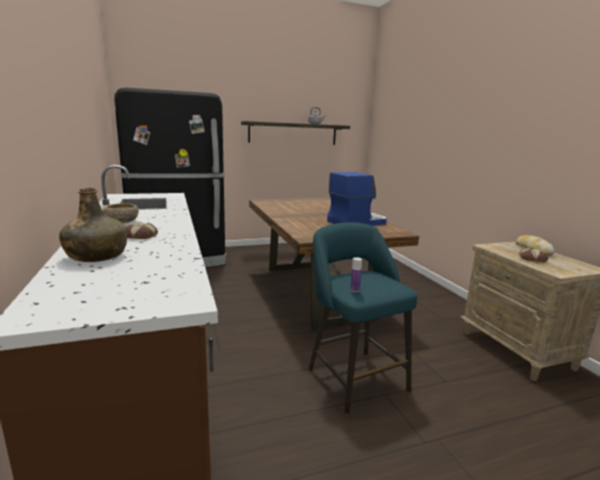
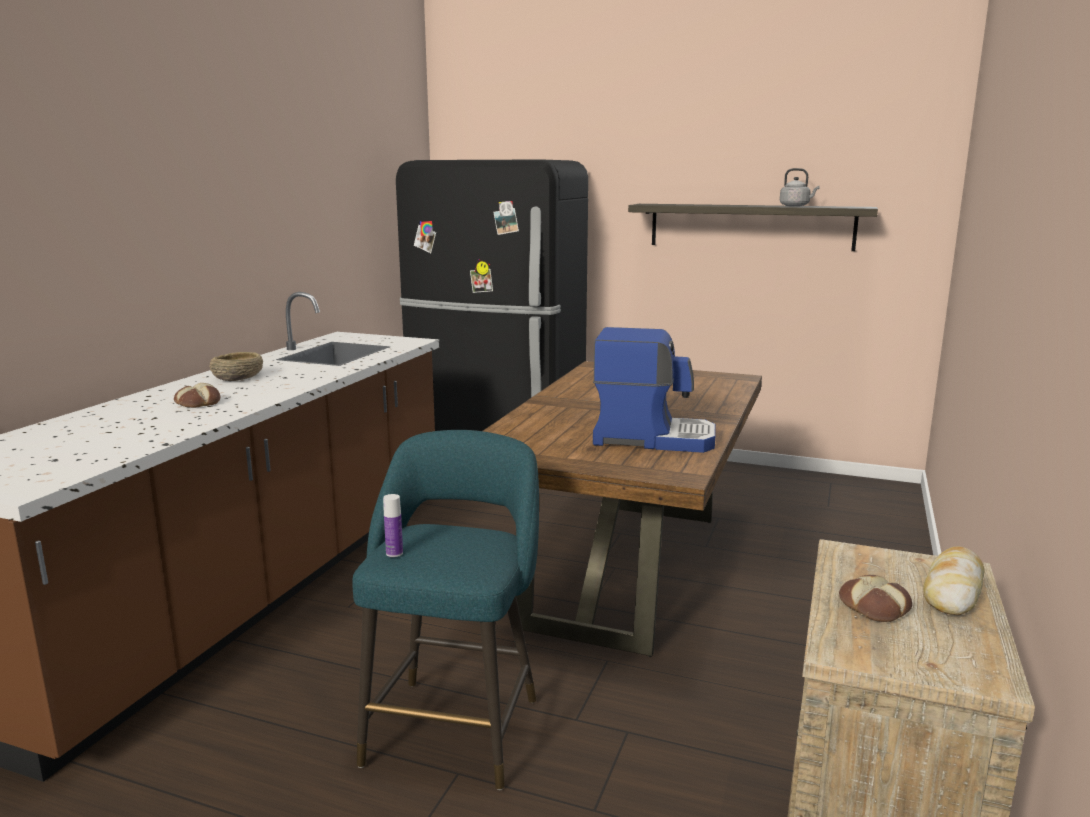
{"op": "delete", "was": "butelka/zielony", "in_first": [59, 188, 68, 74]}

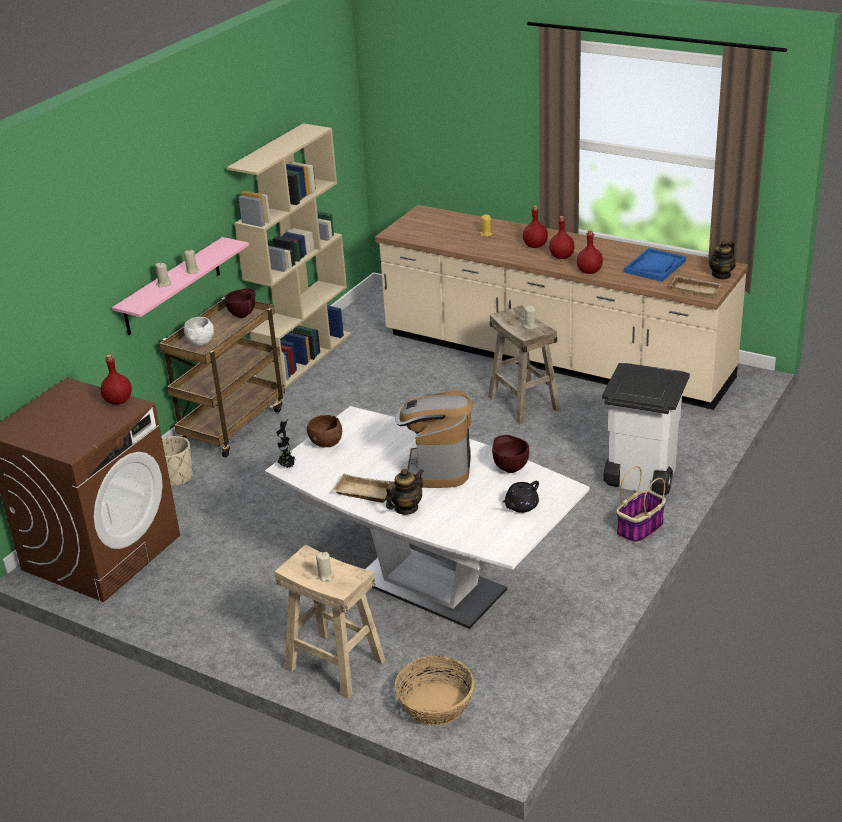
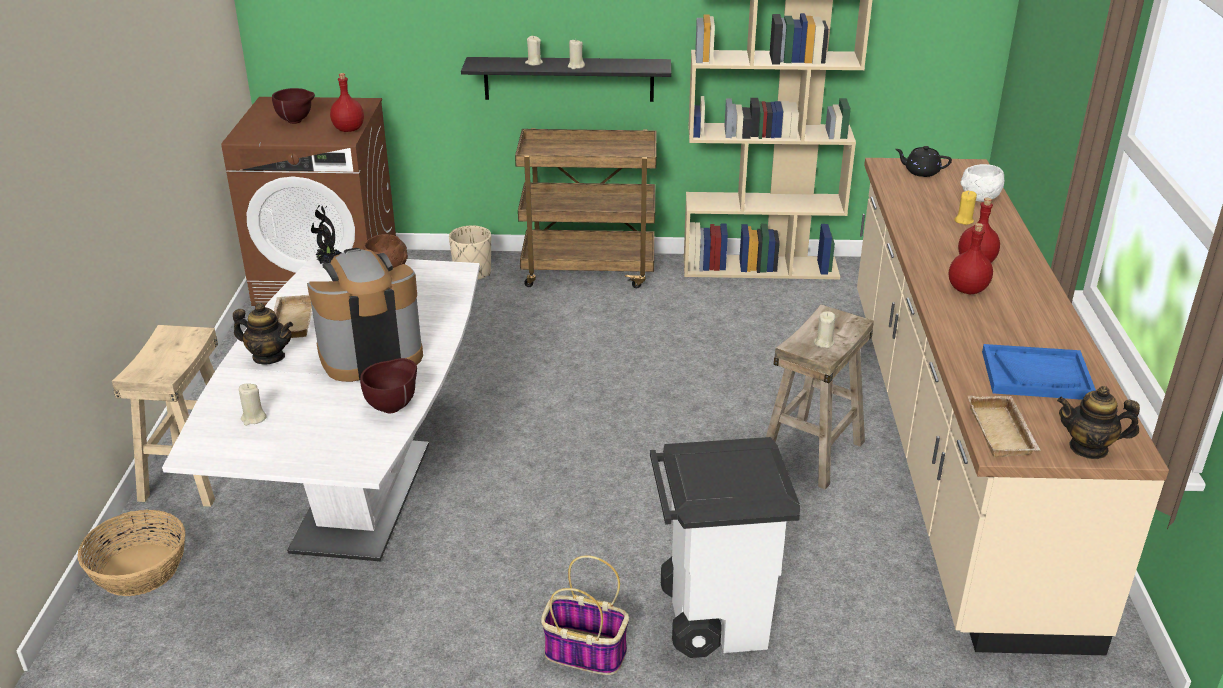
{"op": "delete", "was": "butelka/czerwony", "in_first": [577, 230, 26, 44]}
{"op": "move", "was": "miska/biały", "in_first": [184, 317, 30, 29], "in_second": [960, 164, 44, 38]}
{"op": "move", "was": "miska/brązowy", "in_first": [225, 288, 31, 30], "in_second": [272, 88, 43, 36]}
{"op": "move", "was": "świeca/beżowy", "in_first": [316, 552, 18, 30], "in_second": [239, 383, 28, 42]}
{"op": "move", "was": "imbryk/czarny", "in_first": [503, 481, 36, 32], "in_second": [895, 146, 57, 31]}
{"op": "recolor", "was": "półka/różowy", "now": "półka/czarny", "in_first": [112, 237, 137, 98], "in_second": [461, 57, 210, 45]}

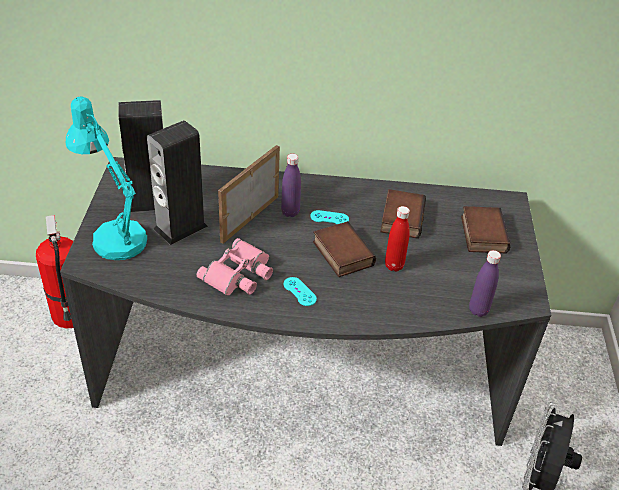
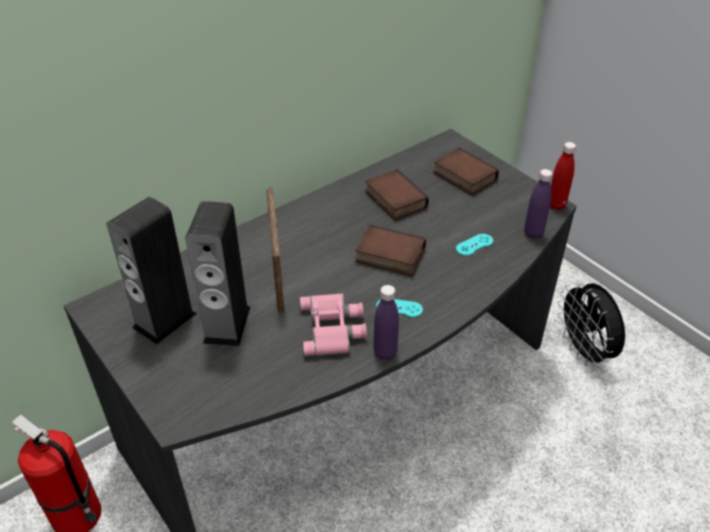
{"op": "delete", "was": "lampa stołowa/turkusowy", "in_first": [66, 96, 81, 164]}
{"op": "move", "was": "butelka/fioletowy", "in_first": [281, 154, 20, 63], "in_second": [374, 285, 25, 75]}
{"op": "move", "was": "pad do gier/turkusowy", "in_first": [310, 210, 39, 14], "in_second": [456, 234, 37, 22]}
{"op": "move", "was": "butelka/czerwony", "in_first": [385, 206, 25, 66], "in_second": [550, 142, 26, 68]}

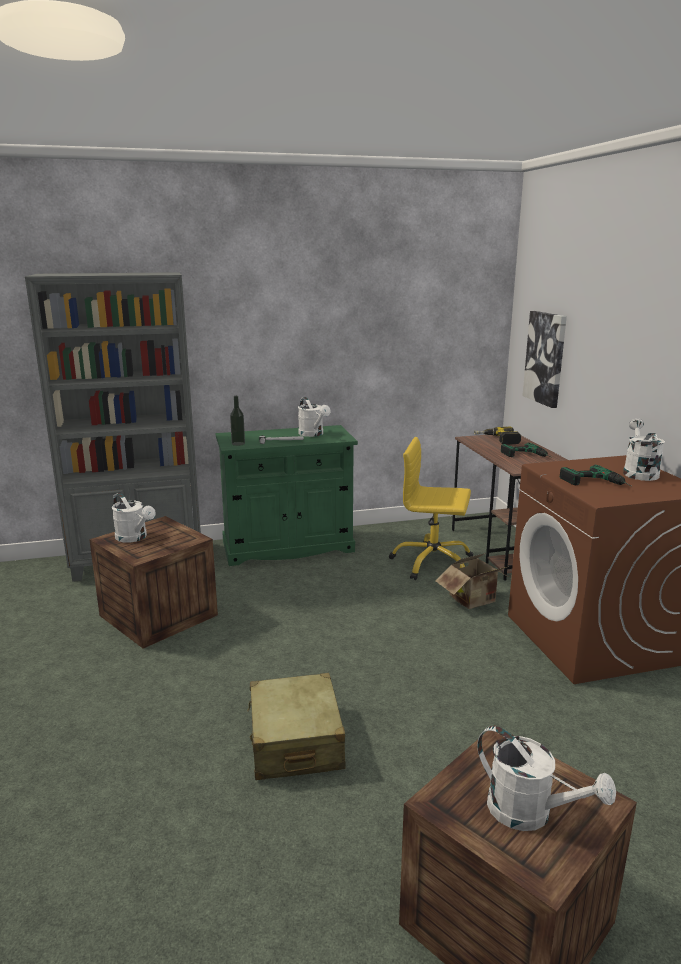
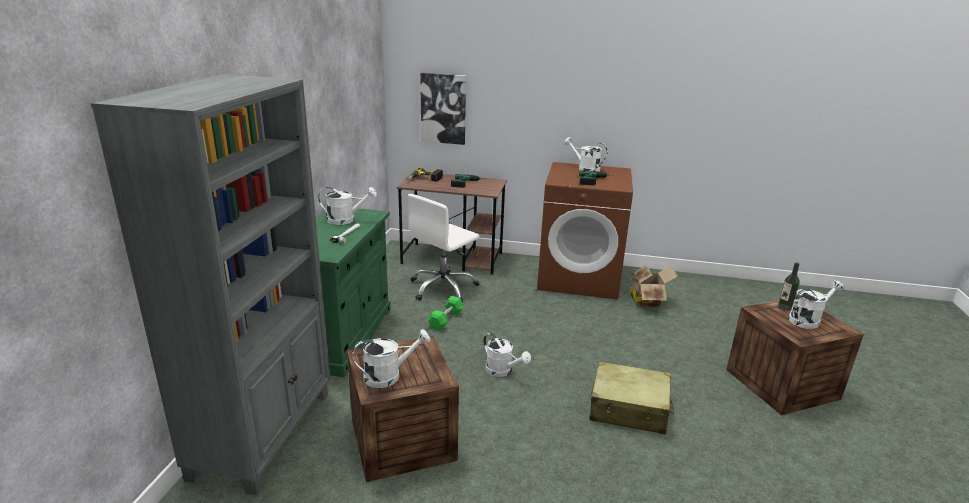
{"op": "insert", "now": "hantel/zielony", "in_second": [427, 296, 37, 34]}
{"op": "insert", "now": "konewka/biały", "in_second": [483, 333, 48, 44]}
{"op": "move", "was": "butelka", "in_first": [230, 396, 15, 50], "in_second": [778, 262, 22, 49]}
{"op": "move", "was": "karton", "in_first": [435, 553, 75, 56], "in_second": [630, 265, 48, 43]}
{"op": "recolor", "was": "krzesło biurowe/żółty", "now": "krzesło biurowe/biały", "in_first": [389, 437, 84, 143], "in_second": [408, 194, 72, 108]}

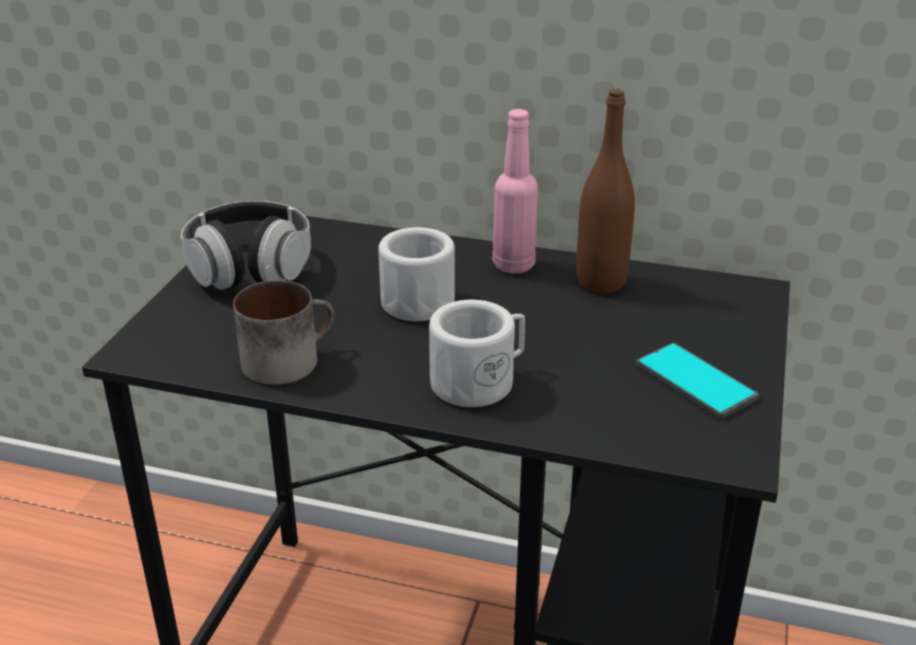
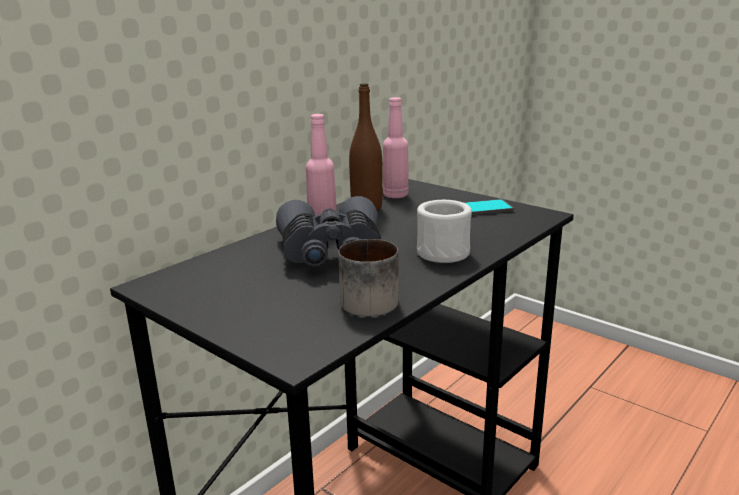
{"op": "delete", "was": "słuchawki", "in_first": [181, 201, 130, 89]}
{"op": "insert", "now": "butelka/różowy", "in_second": [383, 97, 26, 101]}
{"op": "replace", "was": "kubek/biały", "now": "lornetka/szary", "in_first": [378, 227, 77, 94], "in_second": [276, 196, 105, 70]}

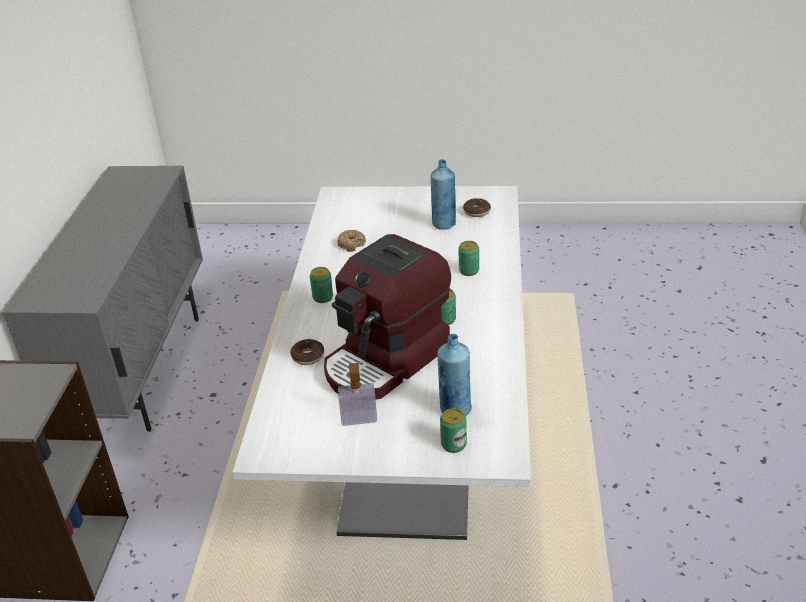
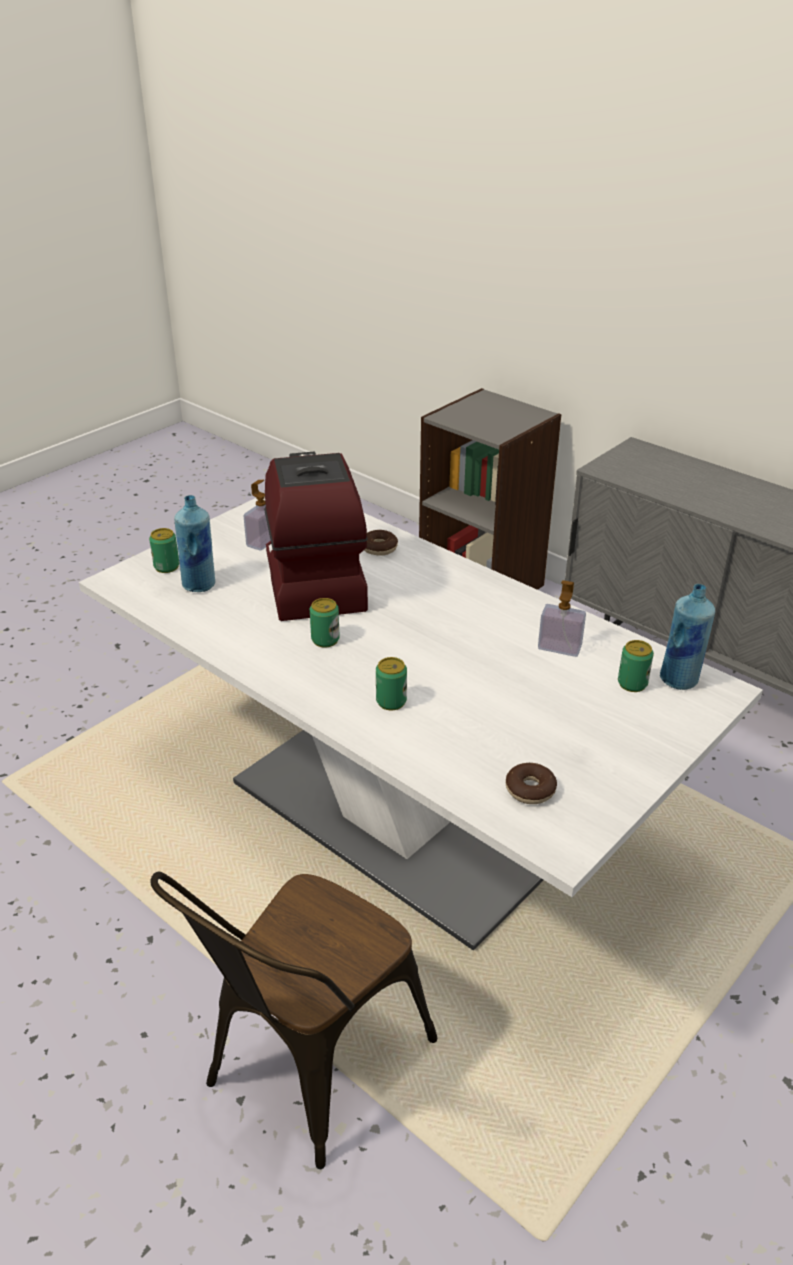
{"op": "insert", "now": "krzesło/brązowy", "in_second": [150, 871, 287, 298]}
{"op": "move", "was": "puszka", "in_first": [310, 267, 23, 36], "in_second": [618, 640, 36, 52]}
{"op": "move", "was": "butelka/niebieski", "in_first": [431, 159, 25, 71], "in_second": [660, 584, 55, 106]}
{"op": "replace", "was": "donut", "now": "dozownik mydła", "in_first": [337, 230, 29, 22], "in_second": [538, 580, 48, 77]}

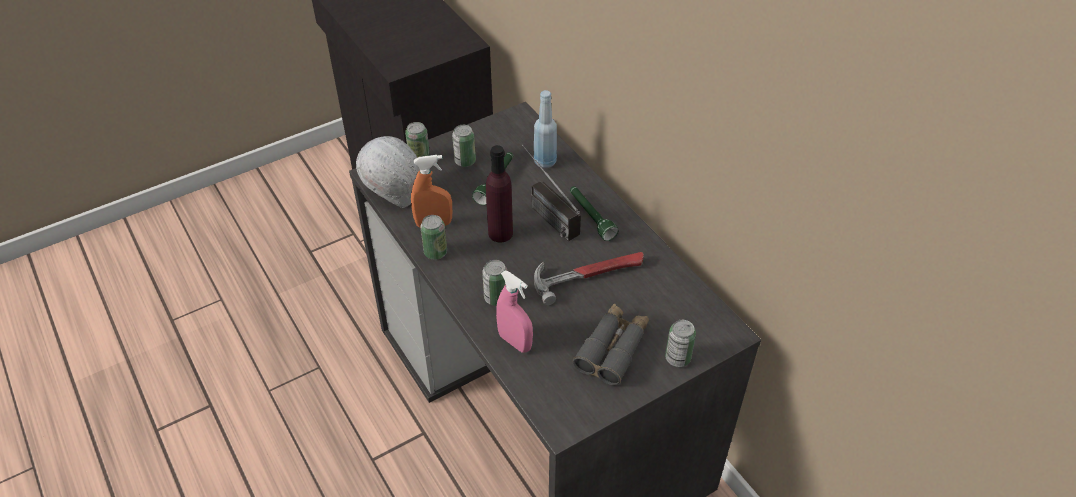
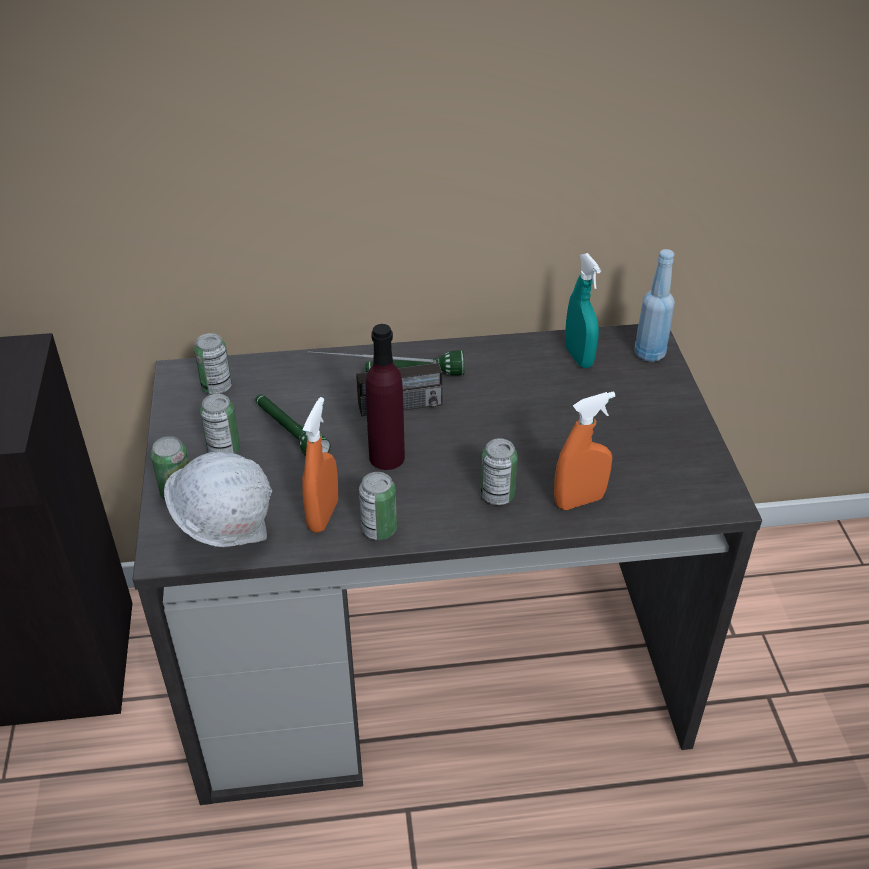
{"op": "delete", "was": "młotek", "in_first": [534, 252, 110, 53]}
{"op": "delete", "was": "lornetka/szary", "in_first": [572, 303, 77, 83]}
{"op": "insert", "now": "spryskiwacz/turkusowy", "in_second": [565, 253, 36, 115]}
{"op": "move", "was": "butelka/niebieski", "in_first": [534, 90, 23, 78], "in_second": [635, 249, 40, 113]}
{"op": "move", "was": "puszka", "in_first": [665, 320, 31, 47], "in_second": [194, 333, 38, 61]}
{"op": "recolor", "was": "spryskiwacz/różowy", "now": "spryskiwacz/pomarańczowy", "in_first": [496, 271, 37, 82], "in_second": [554, 391, 61, 119]}

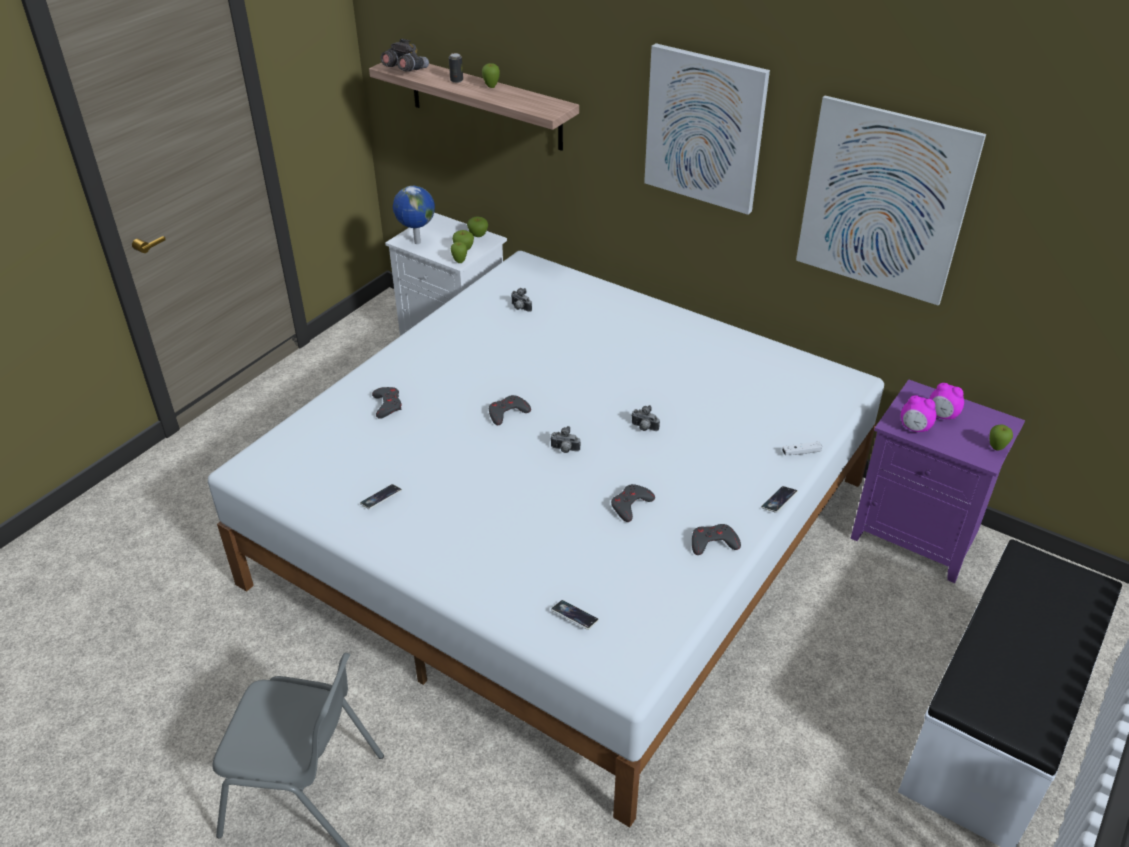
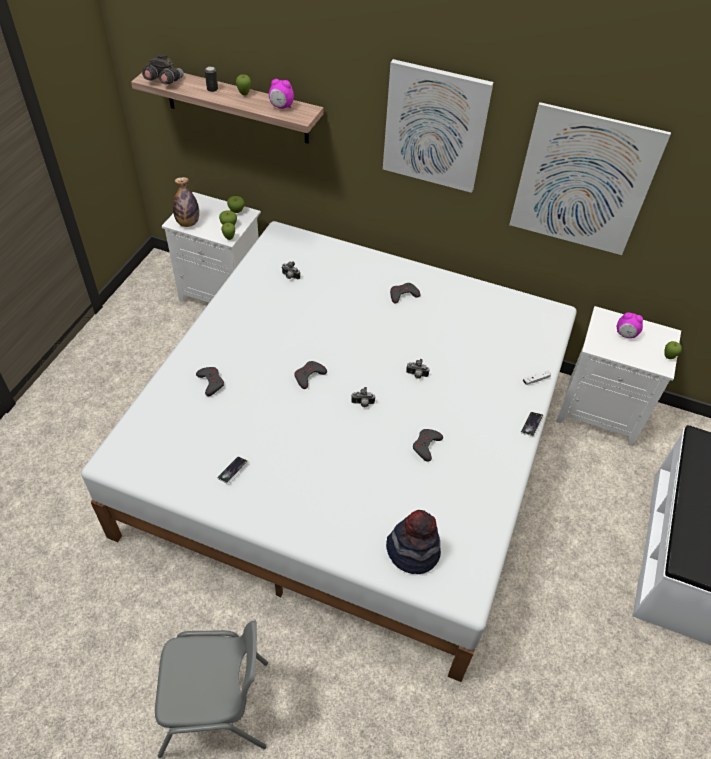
{"op": "move", "was": "pad do gier/szary", "in_first": [692, 524, 49, 31], "in_second": [390, 283, 30, 20]}
{"op": "move", "was": "budzik", "in_first": [901, 395, 35, 37], "in_second": [269, 79, 25, 30]}
{"op": "replace", "was": "globus", "now": "butelka", "in_first": [393, 186, 42, 58], "in_second": [173, 177, 26, 50]}
{"op": "replace", "was": "telefon", "now": "kapelusz", "in_first": [551, 600, 48, 30], "in_second": [386, 510, 55, 64]}
{"op": "recolor", "was": "szafka nocna/fioletowy", "now": "szafka nocna/biały", "in_first": [851, 379, 174, 204], "in_second": [556, 306, 125, 140]}

